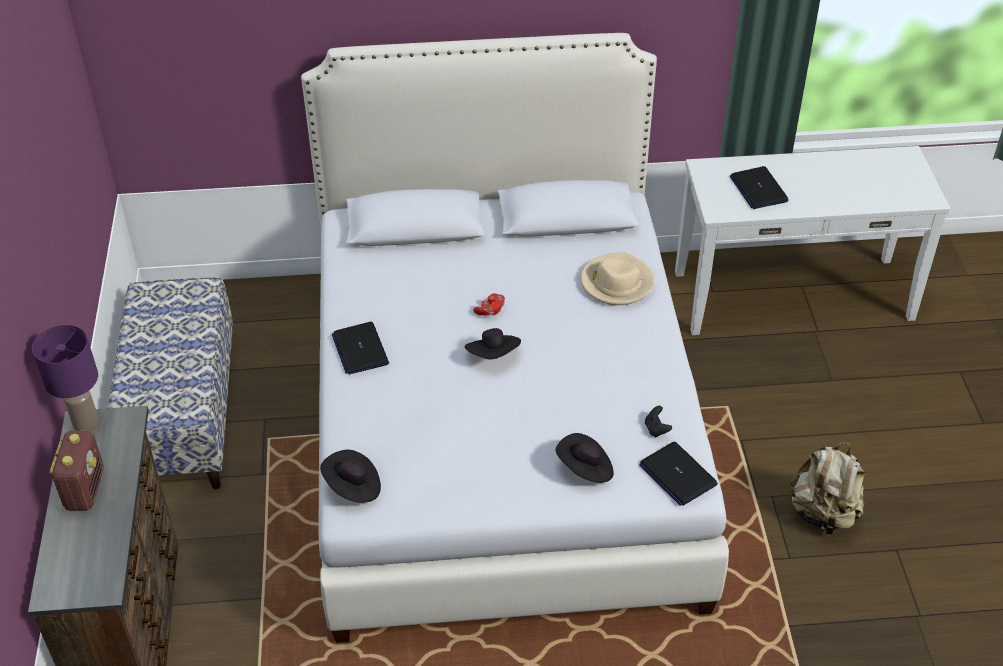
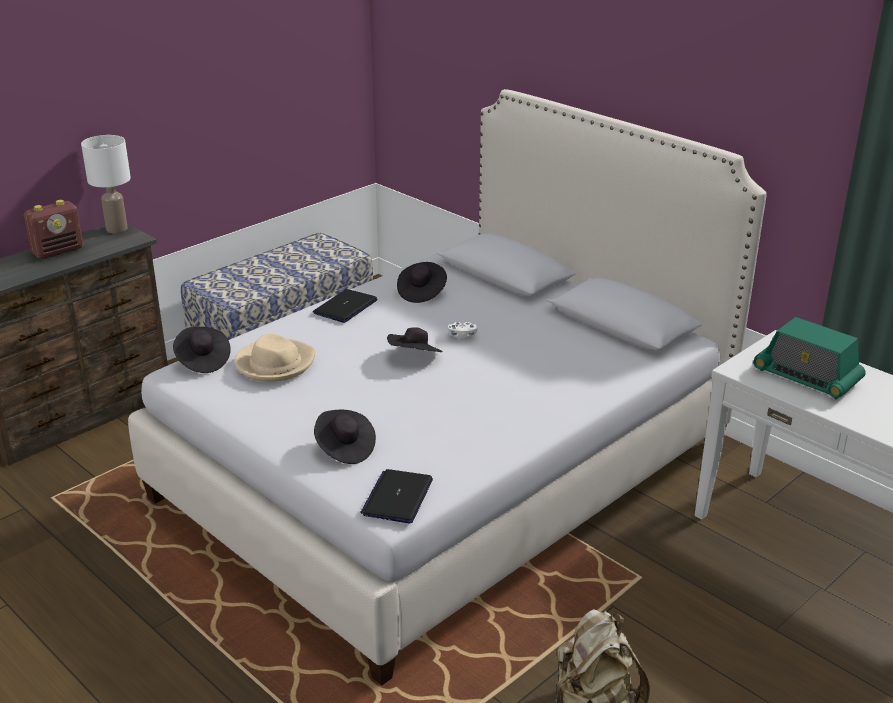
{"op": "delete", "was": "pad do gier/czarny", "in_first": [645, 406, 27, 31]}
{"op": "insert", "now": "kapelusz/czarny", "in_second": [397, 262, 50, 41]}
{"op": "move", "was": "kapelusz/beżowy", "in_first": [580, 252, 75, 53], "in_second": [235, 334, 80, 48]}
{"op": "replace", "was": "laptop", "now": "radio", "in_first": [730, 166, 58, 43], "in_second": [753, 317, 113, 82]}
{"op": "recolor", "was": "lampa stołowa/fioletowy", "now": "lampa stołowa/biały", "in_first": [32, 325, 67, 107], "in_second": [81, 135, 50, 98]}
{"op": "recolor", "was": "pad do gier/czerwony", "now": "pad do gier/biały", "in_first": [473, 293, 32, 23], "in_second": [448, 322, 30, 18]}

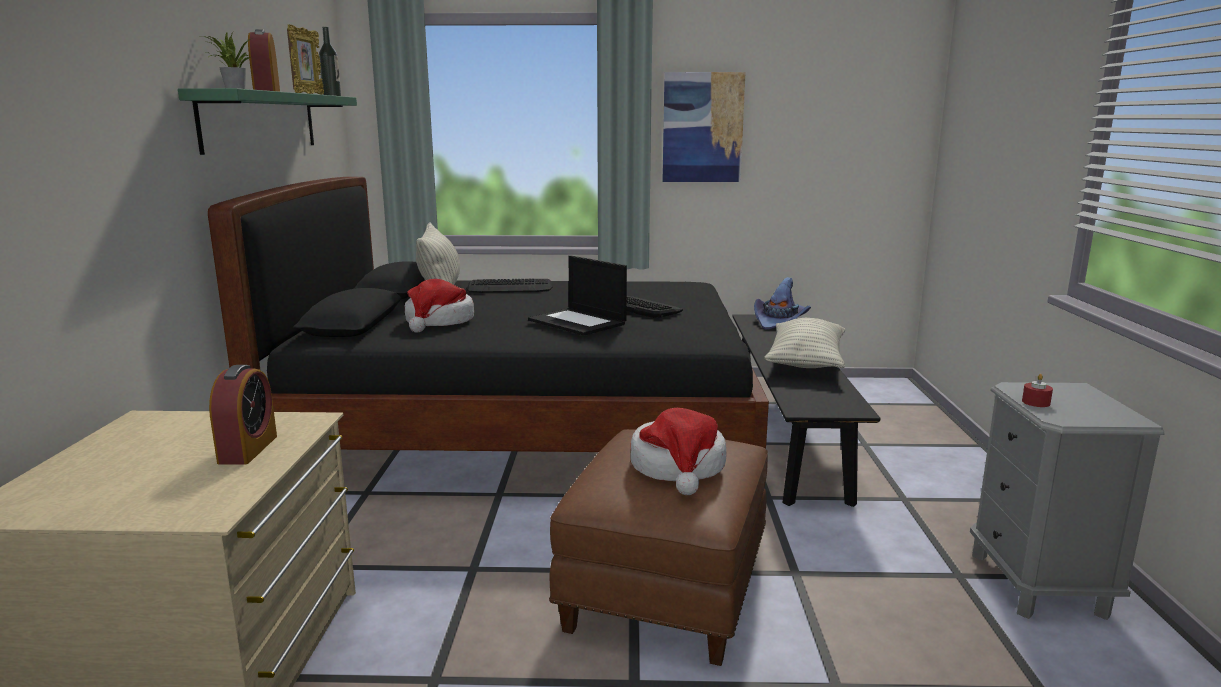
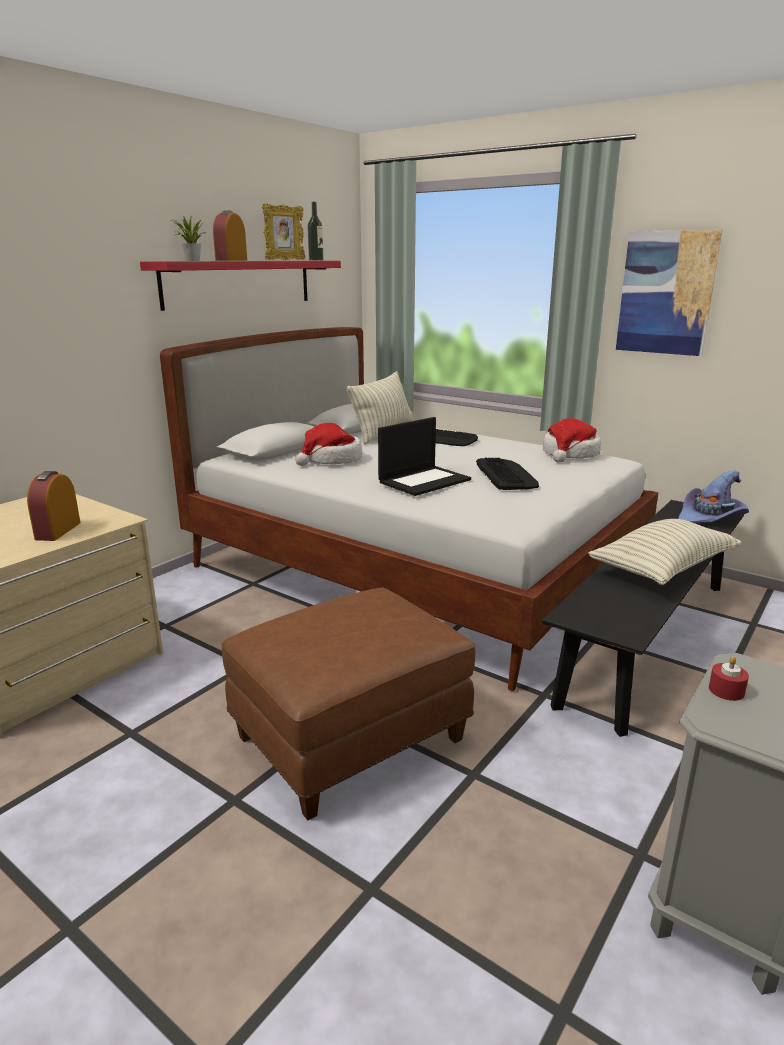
{"op": "move", "was": "kapelusz", "in_first": [630, 408, 96, 87], "in_second": [543, 418, 58, 45]}
{"op": "recolor", "was": "półka/zielony", "now": "półka/czerwony", "in_first": [178, 88, 179, 67], "in_second": [140, 261, 201, 50]}
{"op": "recolor", "was": "łóżko/czarny", "now": "łóżko/biały", "in_first": [208, 177, 561, 275], "in_second": [160, 327, 499, 364]}
{"op": "rotate", "was": "budzik", "in_first": [209, 365, 68, 100], "in_second": [27, 471, 53, 70], "clockwise": 150}
{"op": "rotate", "was": "laptop", "in_first": [528, 255, 99, 80], "in_second": [378, 417, 93, 79], "clockwise": -120}

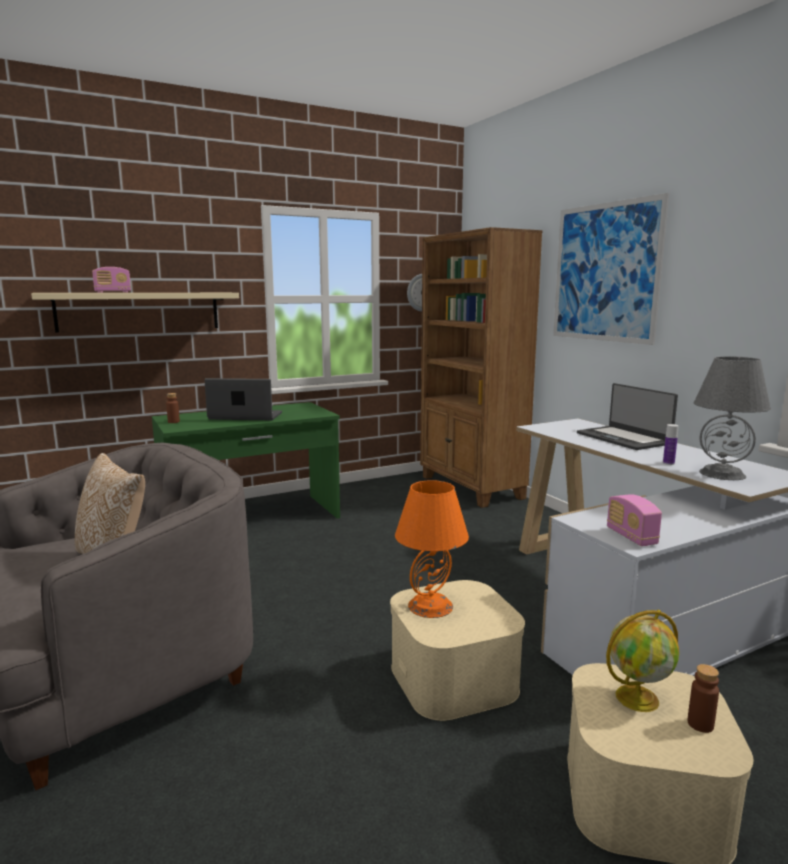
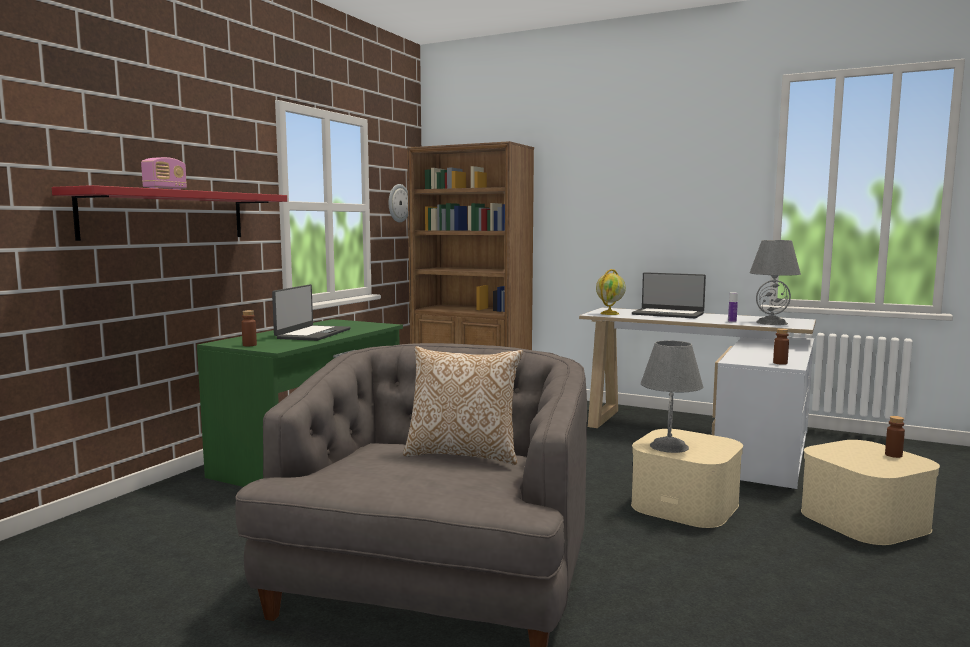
{"op": "delete", "was": "obraz", "in_first": [553, 193, 116, 152]}
{"op": "move", "was": "globus", "in_first": [606, 610, 73, 102], "in_second": [596, 269, 30, 46]}
{"op": "replace", "was": "radio", "now": "butelka/brązowy", "in_first": [607, 494, 55, 52], "in_second": [773, 328, 16, 37]}
{"op": "recolor", "was": "półka/beżowy", "now": "półka/czerwony", "in_first": [31, 293, 208, 39], "in_second": [52, 185, 235, 56]}
{"op": "recolor", "was": "lampa stołowa/pomarańczowy", "now": "lampa stołowa/szary", "in_first": [395, 480, 74, 138], "in_second": [641, 340, 62, 113]}
{"op": "rotate", "was": "laptop", "in_first": [204, 378, 78, 42], "in_second": [272, 284, 79, 57], "clockwise": 135}

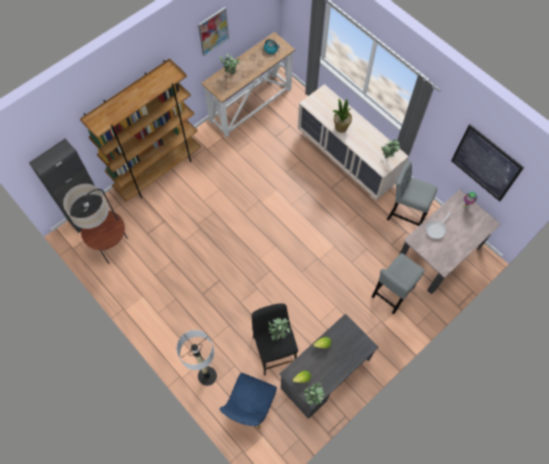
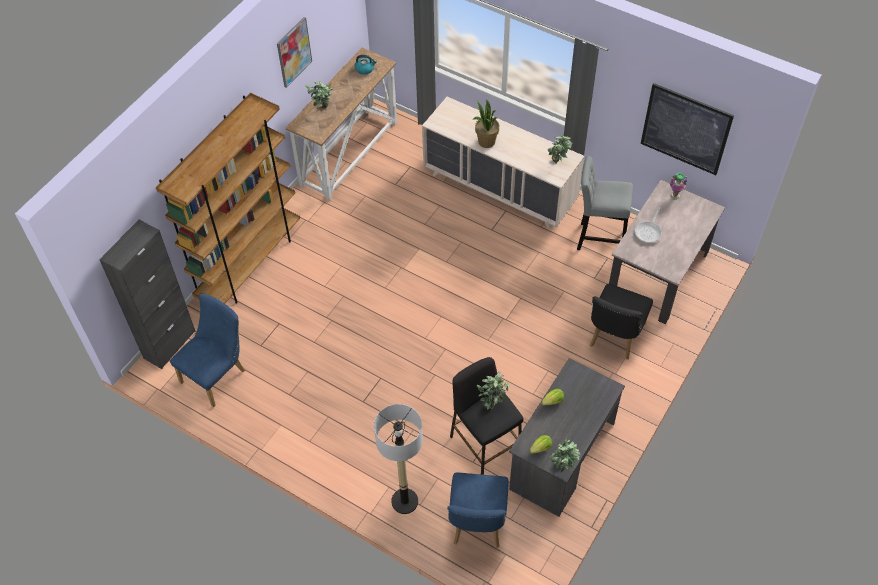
{"op": "replace", "was": "lampa stojąca", "now": "krzesło/niebieski", "in_first": [63, 184, 65, 80], "in_second": [170, 294, 75, 113]}
{"op": "replace", "was": "stołek/szary", "now": "krzesło/czarny", "in_first": [372, 253, 53, 61], "in_second": [590, 284, 63, 75]}

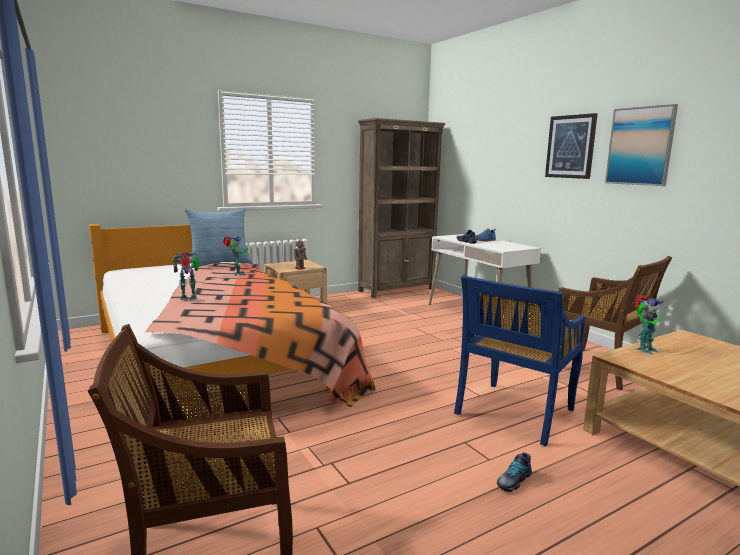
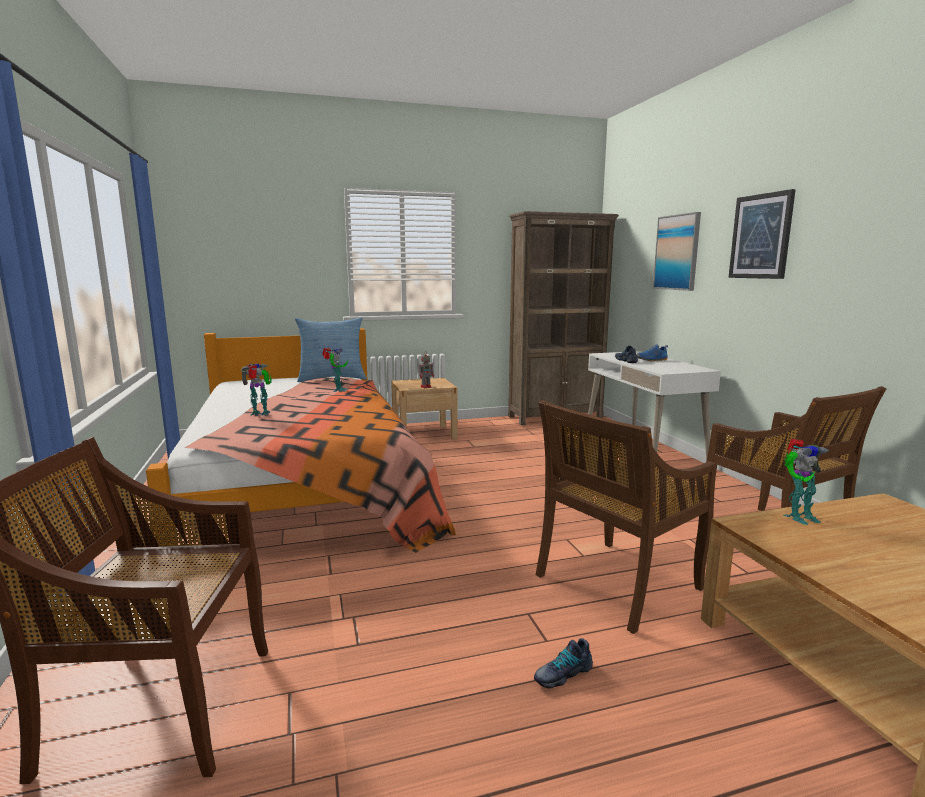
{"op": "move", "was": "obraz", "in_first": [605, 104, 73, 82], "in_second": [653, 212, 48, 79]}
{"op": "recolor", "was": "krzesło/niebieski", "now": "krzesło/brązowy", "in_first": [454, 275, 132, 171], "in_second": [535, 400, 181, 234]}

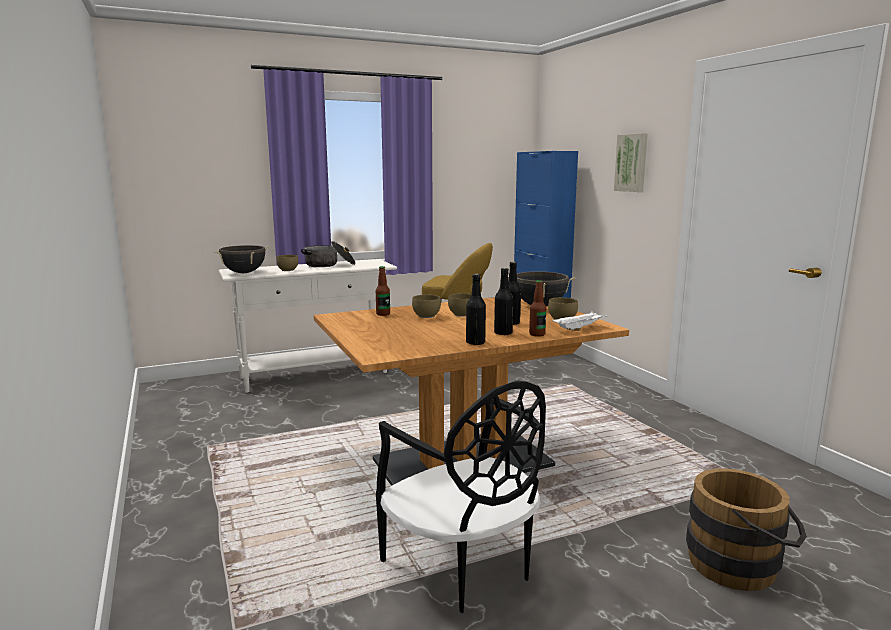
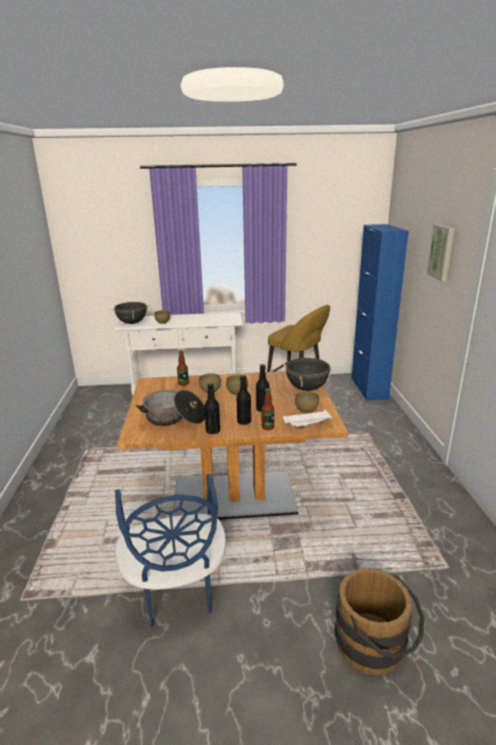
{"op": "move", "was": "garnek", "in_first": [301, 241, 55, 26], "in_second": [136, 390, 69, 36]}
{"op": "recolor", "was": "krzesło/czarny", "now": "krzesło/niebieski", "in_first": [376, 380, 170, 233], "in_second": [115, 474, 111, 153]}

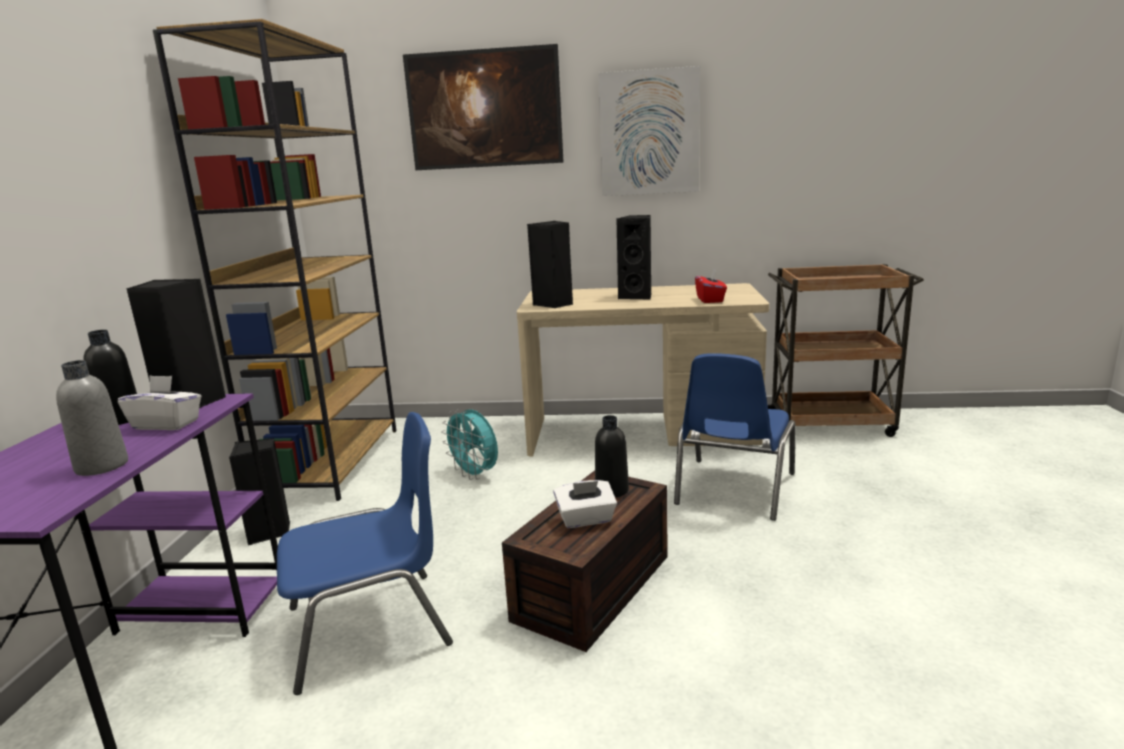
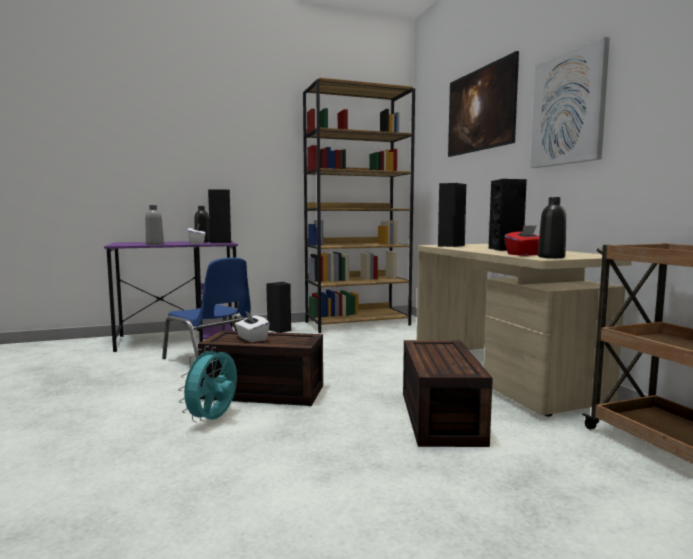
{"op": "move", "was": "wentylator/turkusowy", "in_first": [441, 409, 57, 71], "in_second": [178, 346, 59, 76]}
{"op": "move", "was": "butelka/czarny", "in_first": [595, 415, 34, 83], "in_second": [538, 197, 28, 61]}
{"op": "replace", "was": "krzesło/niebieski", "now": "pojemnik do przechowywania/brązowy", "in_first": [674, 353, 121, 168], "in_second": [403, 340, 90, 107]}

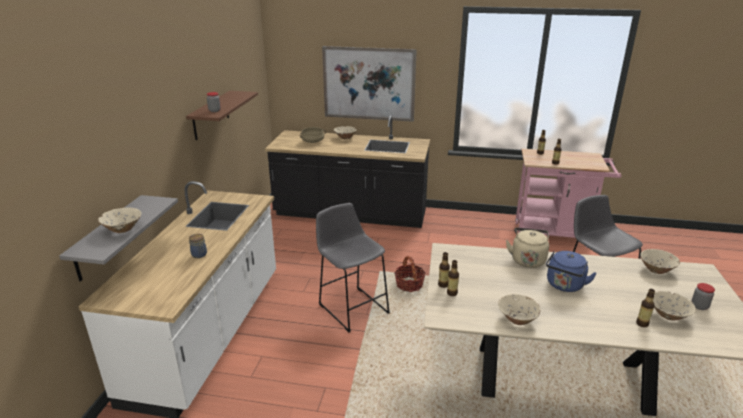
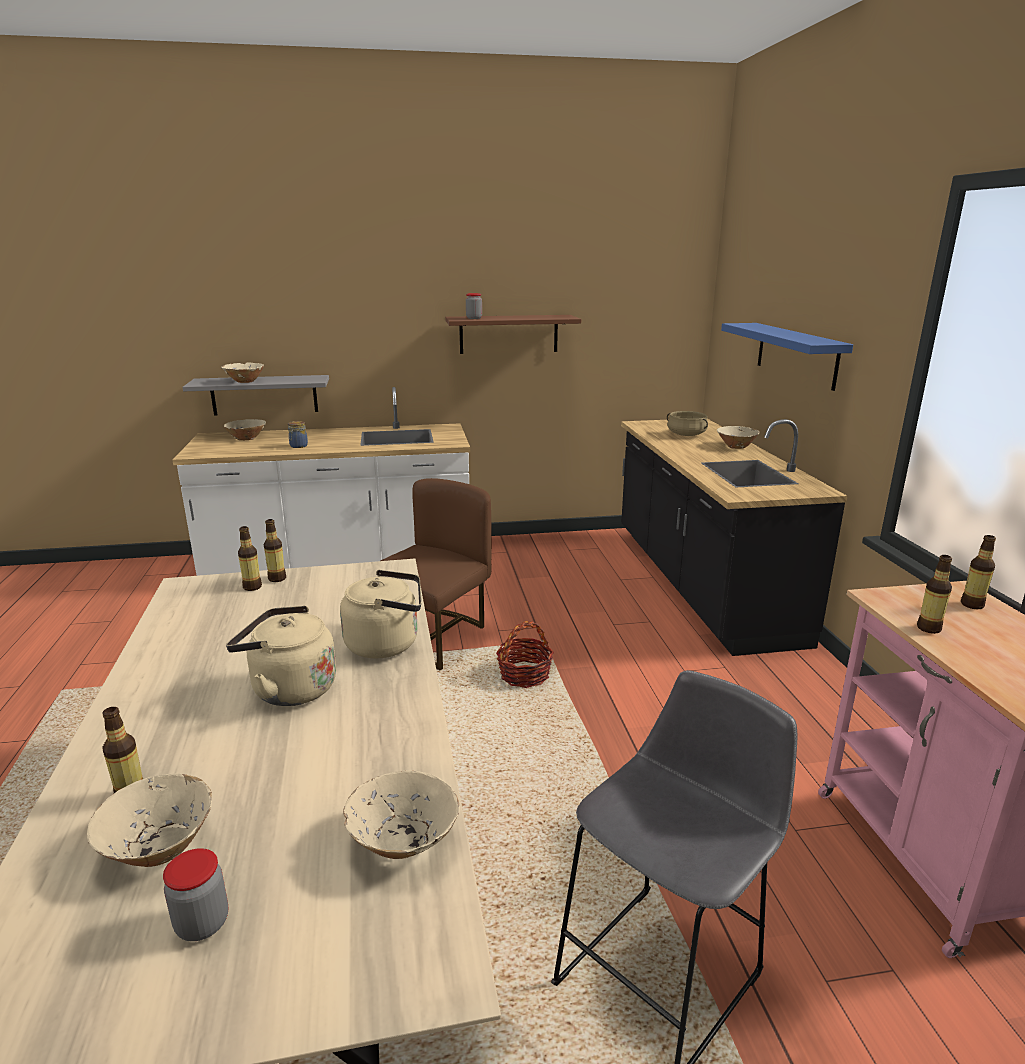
{"op": "move", "was": "miska/beżowy", "in_first": [498, 294, 43, 31], "in_second": [224, 419, 42, 21]}
{"op": "replace", "was": "stołek/szary", "now": "krzesło/brązowy", "in_first": [316, 203, 74, 129], "in_second": [381, 478, 111, 193]}
{"op": "replace", "was": "obraz", "now": "półka/niebieski", "in_first": [322, 46, 95, 76], "in_second": [721, 323, 132, 68]}
{"op": "recolor", "was": "czajnik/niebieski", "now": "czajnik/beżowy", "in_first": [546, 251, 51, 41], "in_second": [226, 606, 110, 100]}

